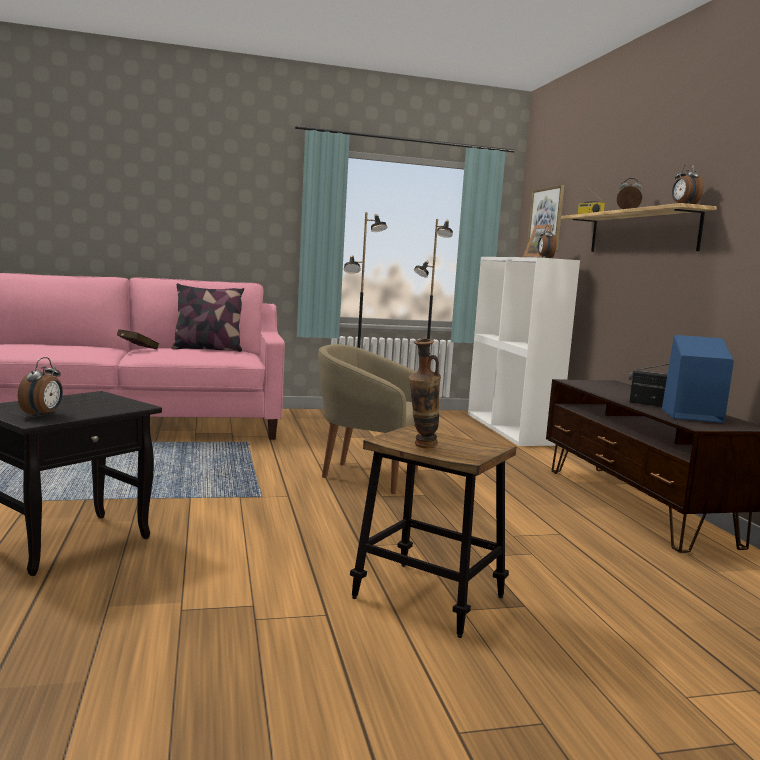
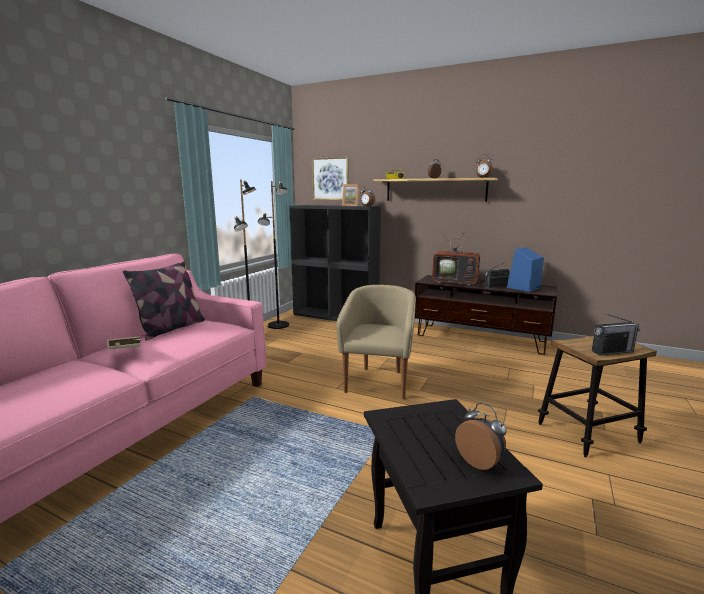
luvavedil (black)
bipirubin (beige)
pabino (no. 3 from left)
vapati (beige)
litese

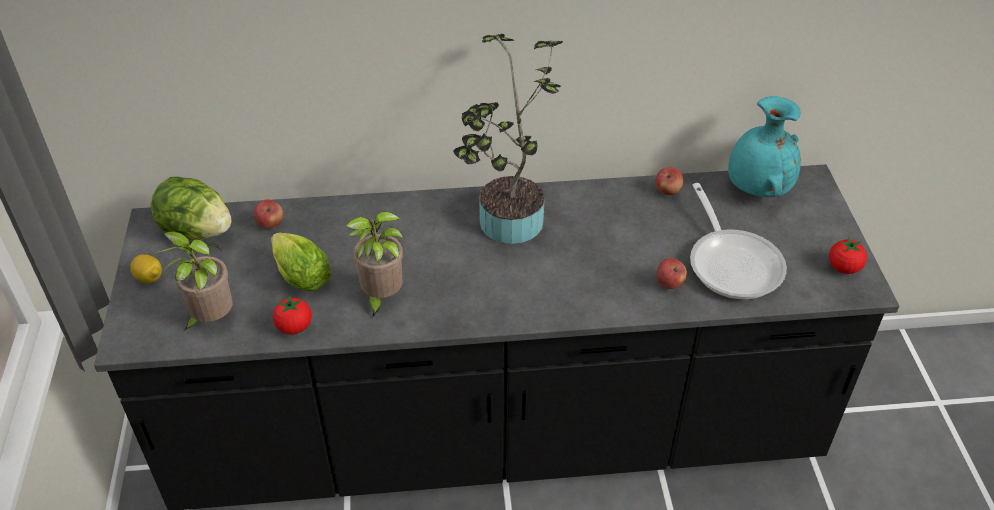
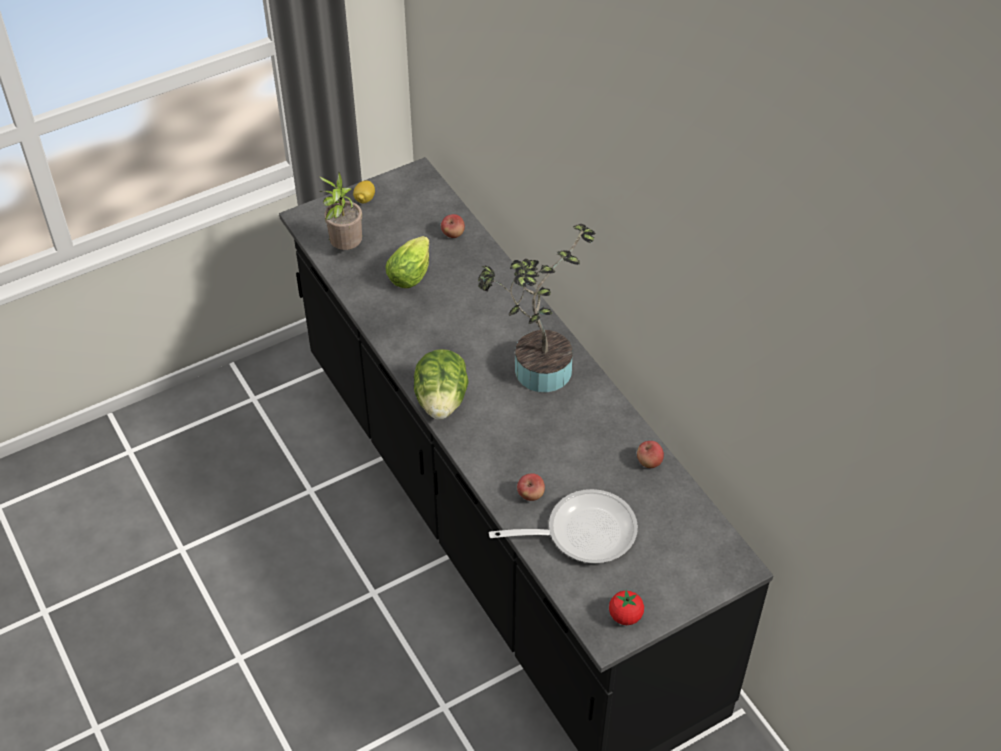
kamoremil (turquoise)
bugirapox (no. 2 from left)
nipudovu
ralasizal (no. 2 from left in the first image)
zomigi (no. 1 from left in the first image)

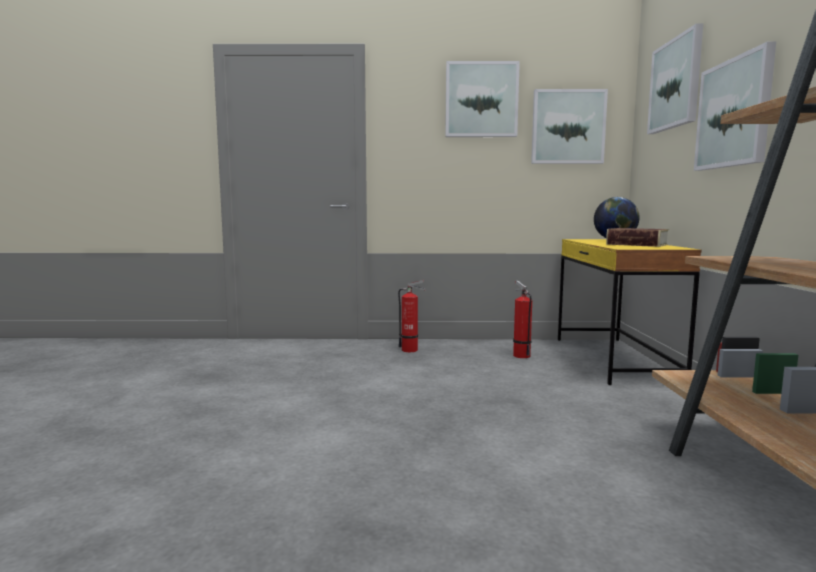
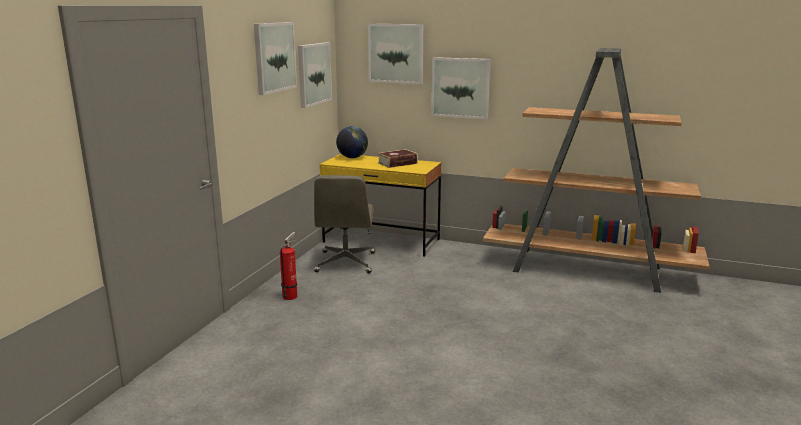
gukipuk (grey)

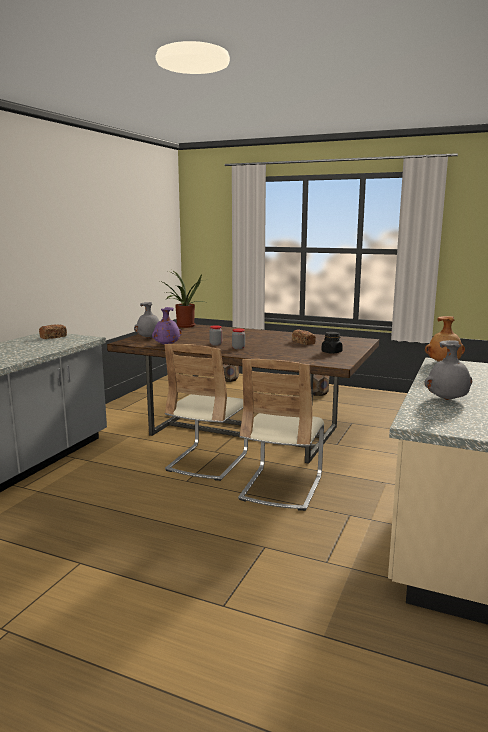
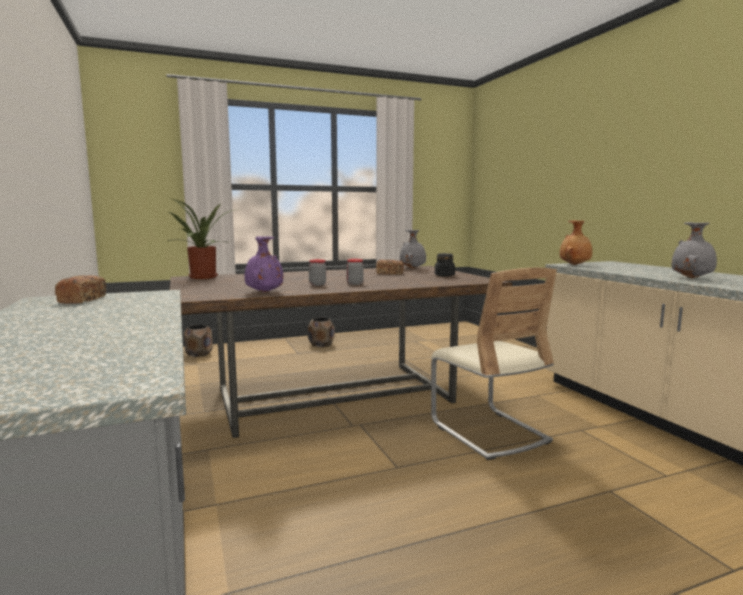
kamoremil (grey) (no. 1 from left)
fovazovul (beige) (no. 1 from left in the first image)

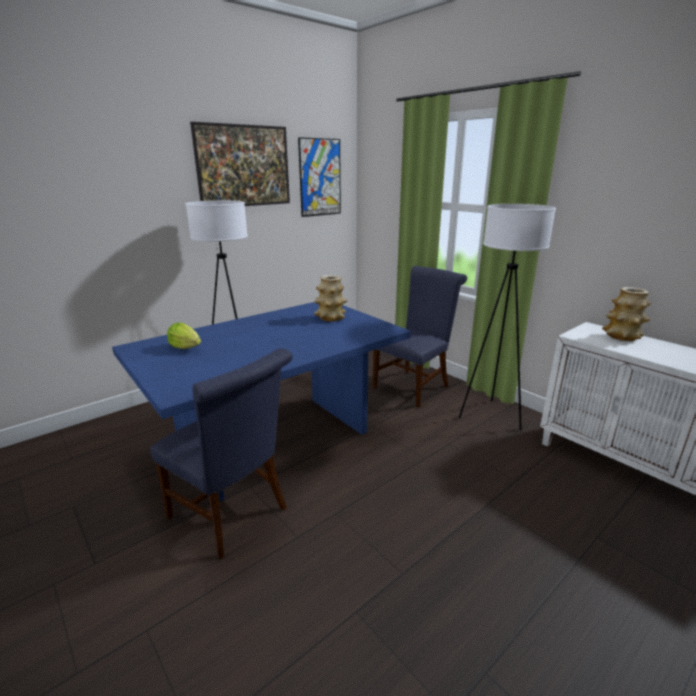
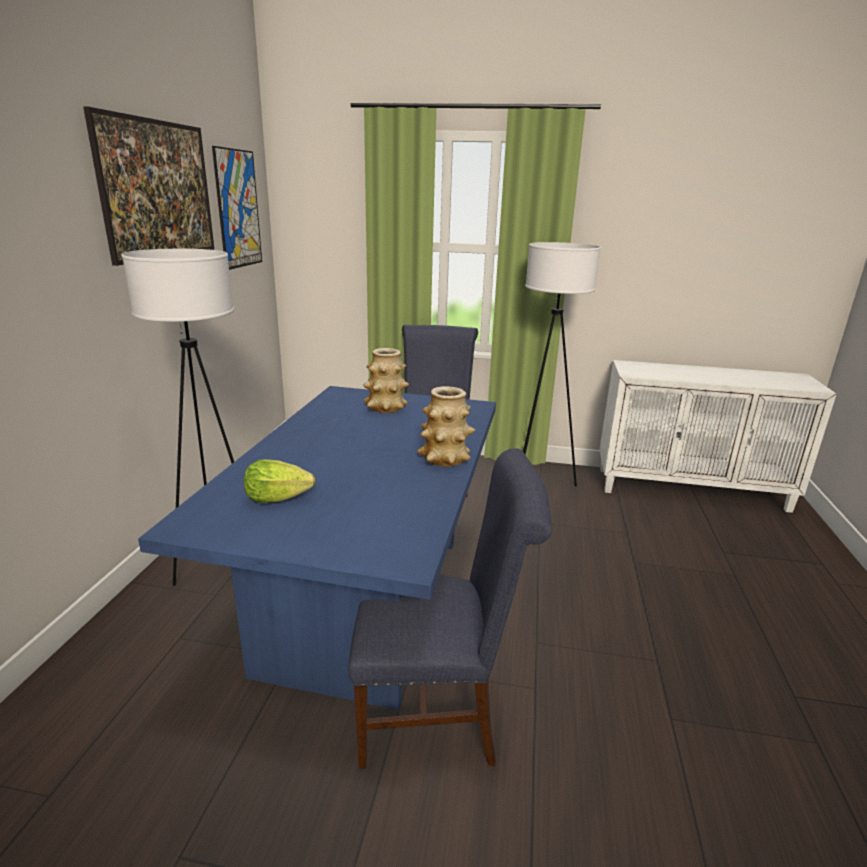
kamoremil (no. 2 from left)

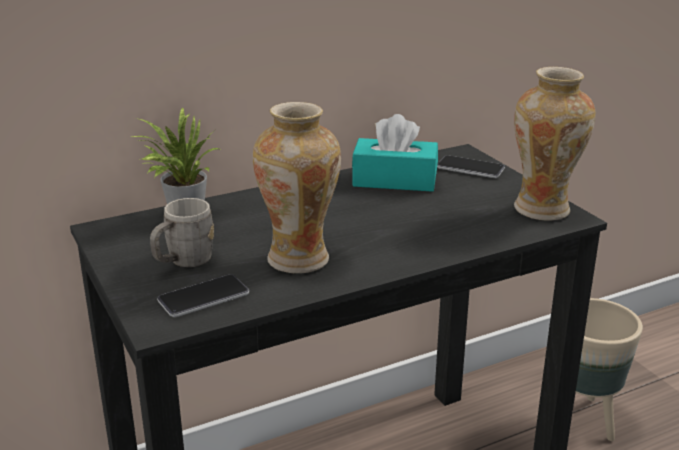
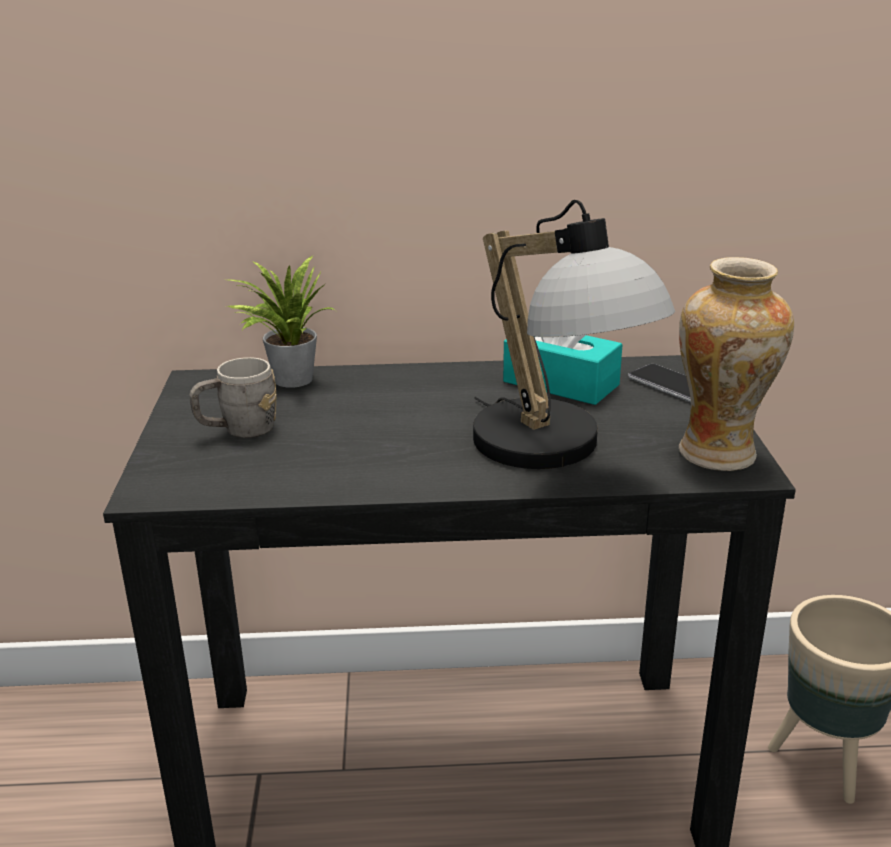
kamoremil (no. 1 from left in the first image)
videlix (no. 1 from left in the first image)
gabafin

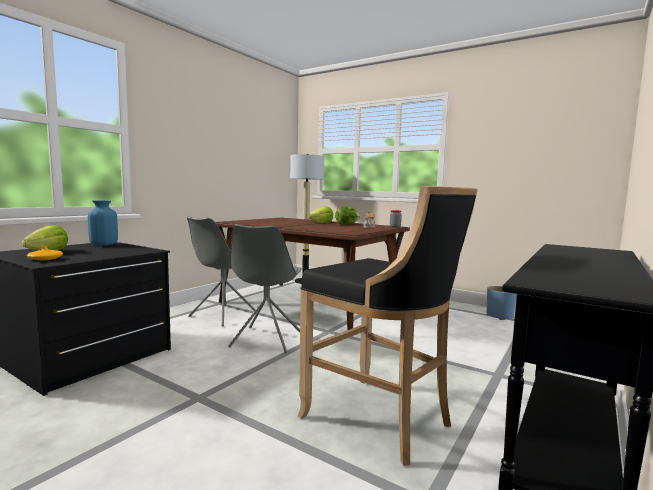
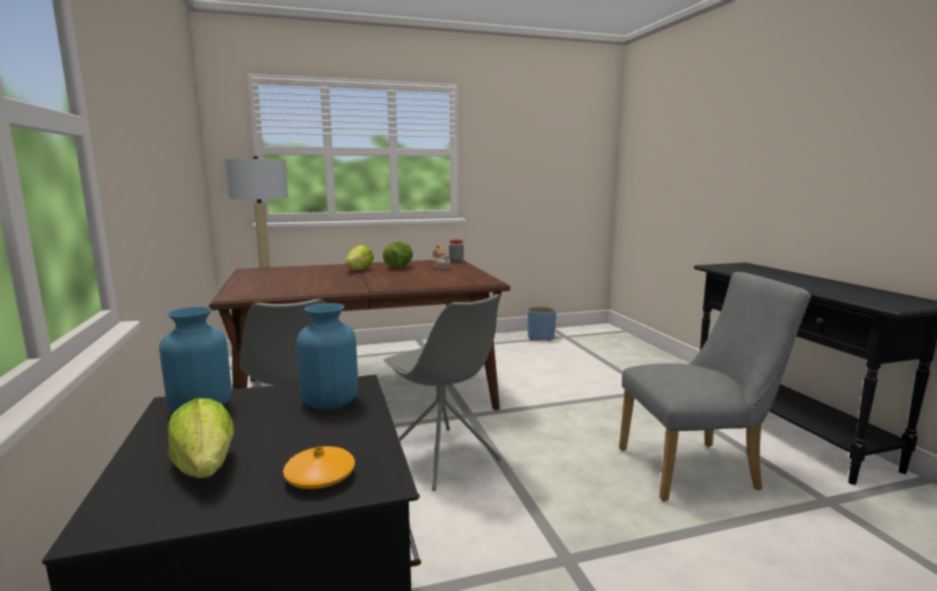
fovazovul (grey) (no. 3 from left)
kamoremil (blue) (no. 2 from left)

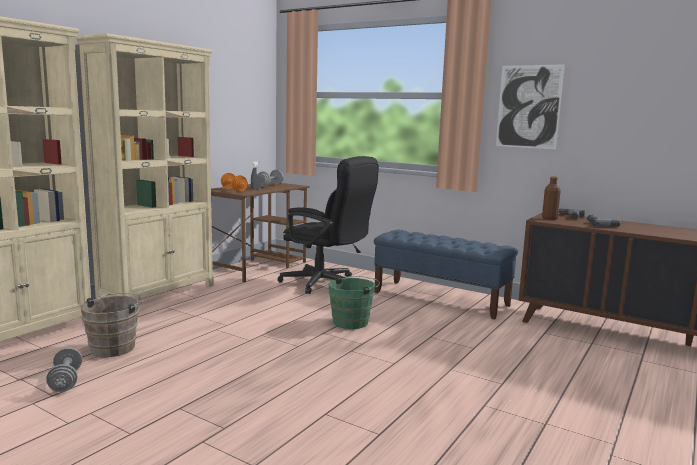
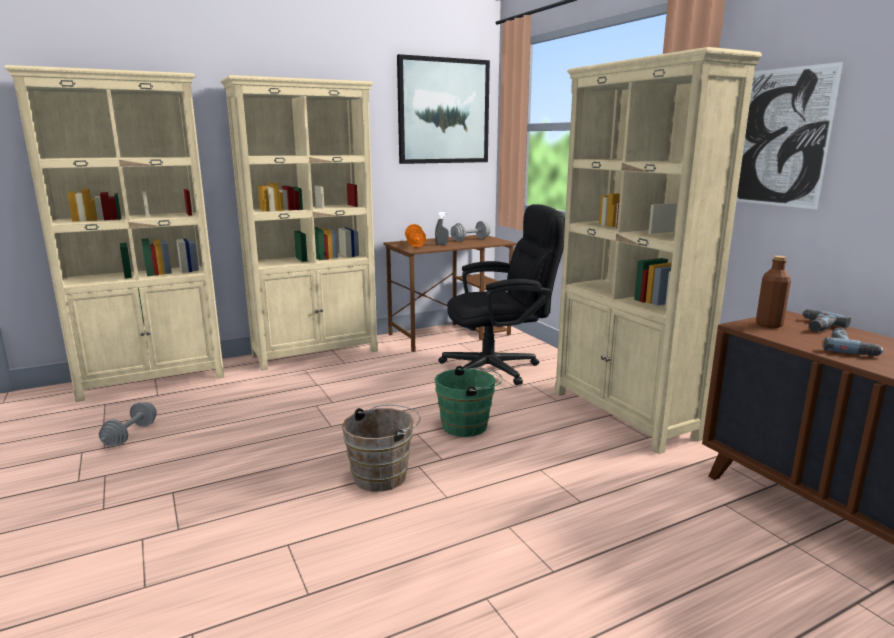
gukipuk (black)
luvavedil (beige) (no. 3 from left)
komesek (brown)
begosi (no. 1 from left)

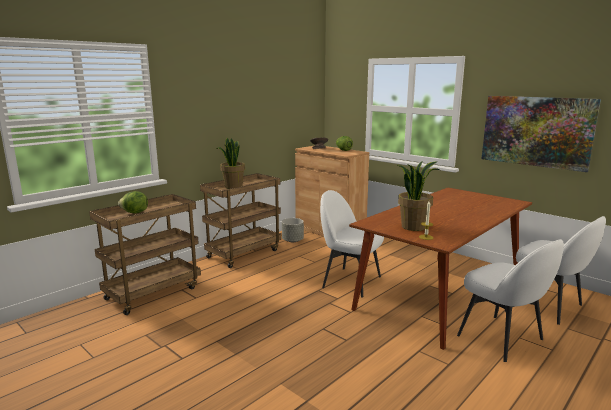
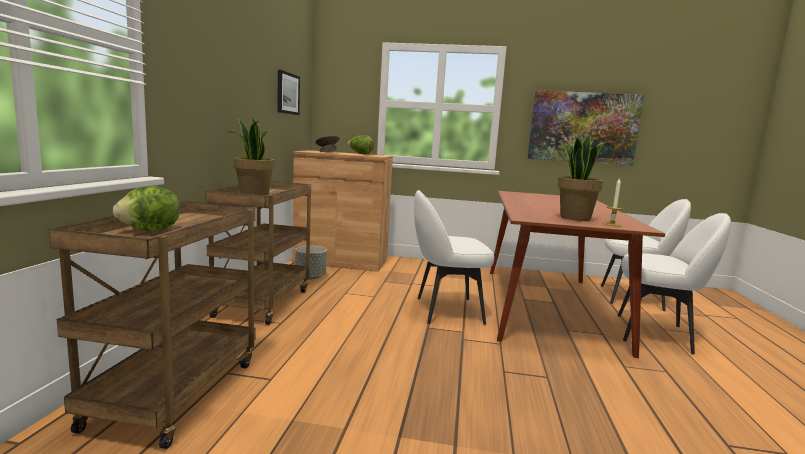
begosi (no. 1 from left)

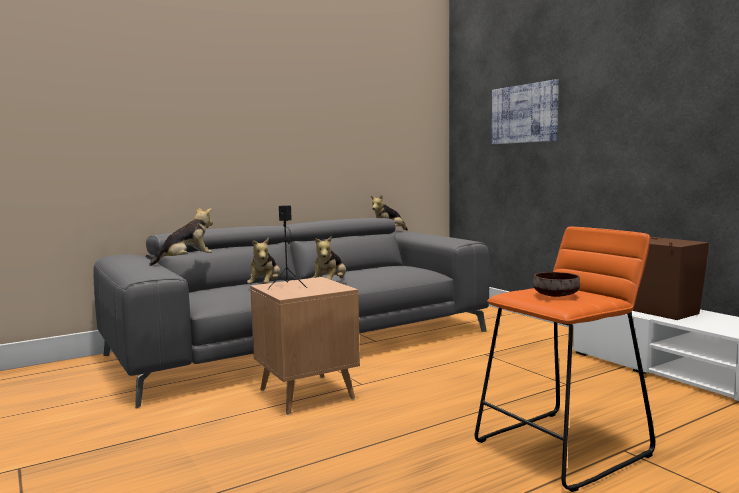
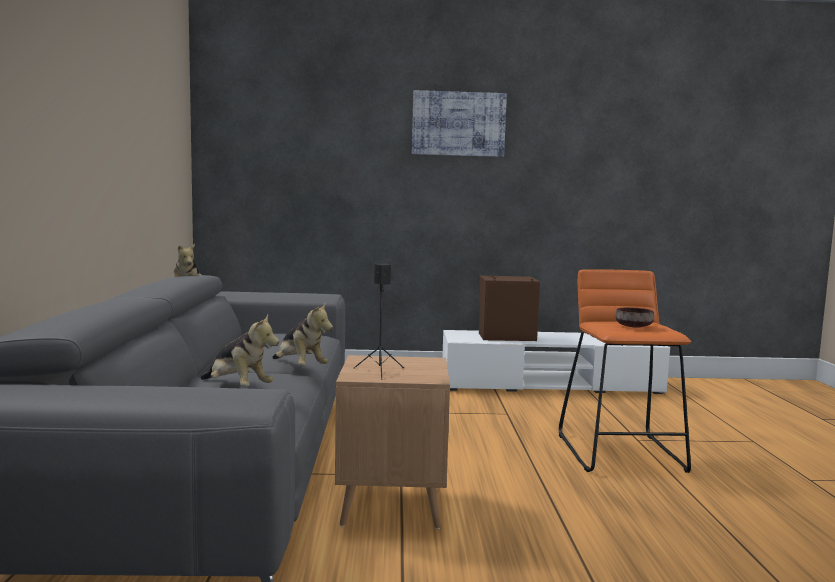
begosi
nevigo (no. 1 from left in the first image)

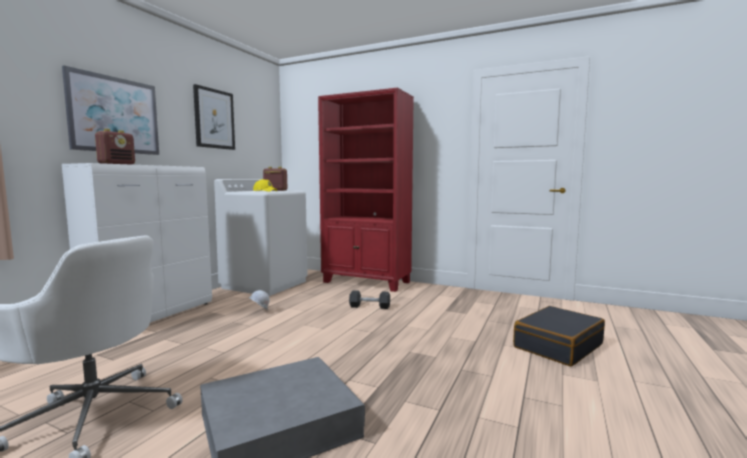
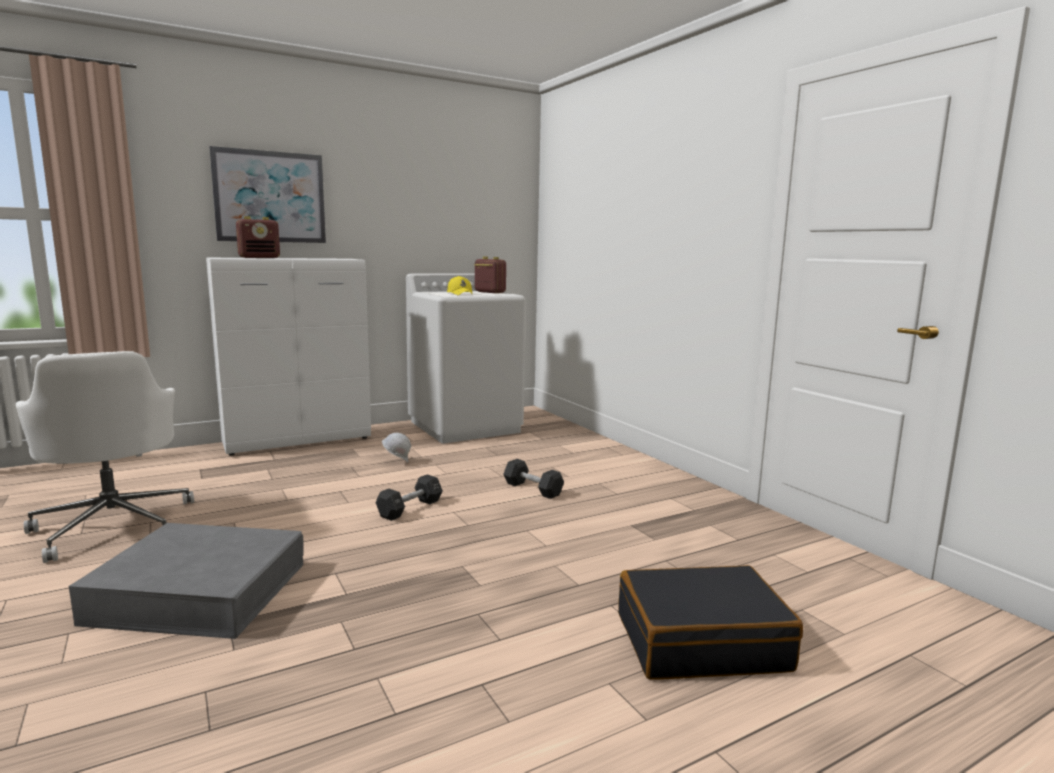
begosi (no. 2 from left in the first image)
luvavedil (red)
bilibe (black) (no. 1 from left)

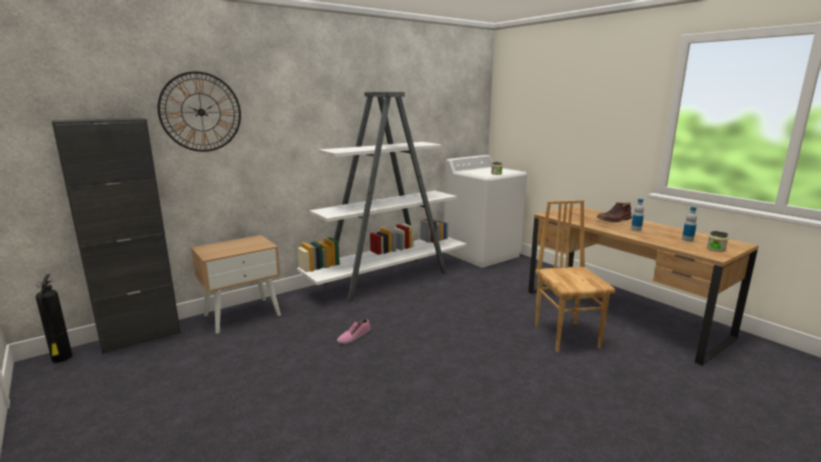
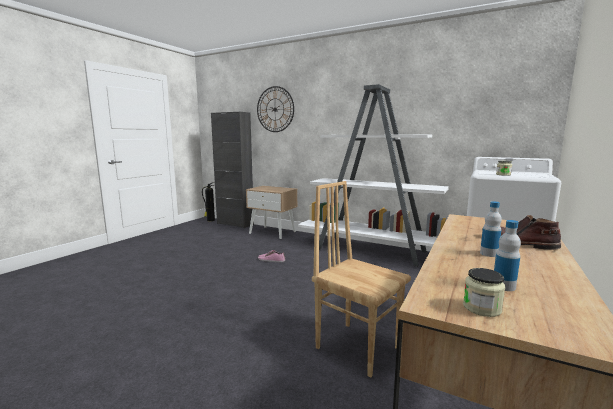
fovazovul (brown)

